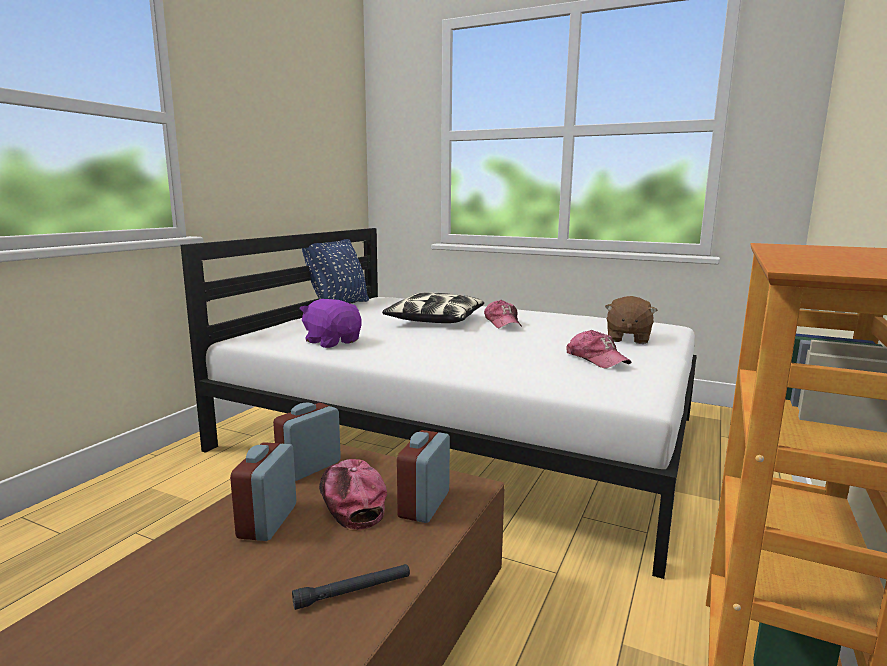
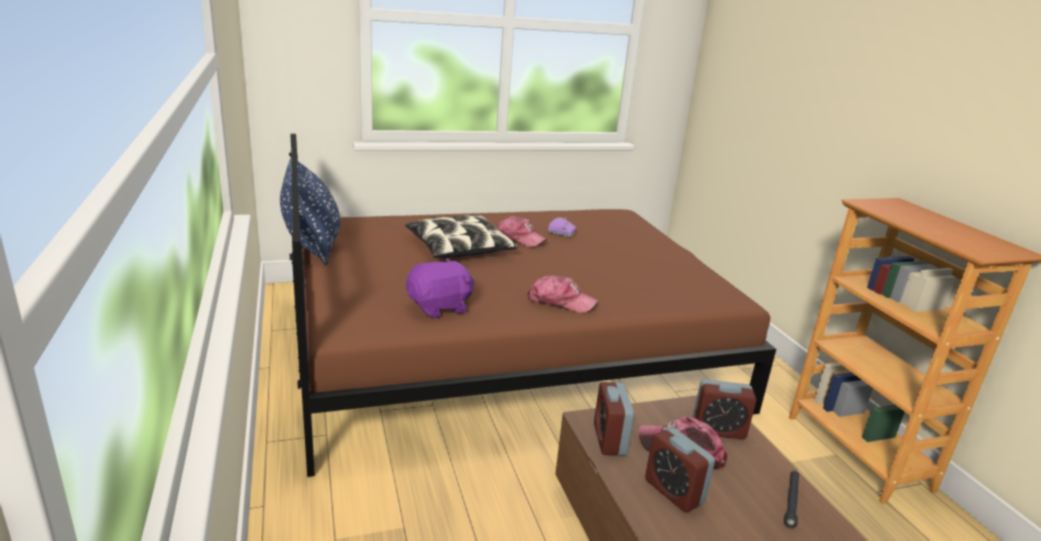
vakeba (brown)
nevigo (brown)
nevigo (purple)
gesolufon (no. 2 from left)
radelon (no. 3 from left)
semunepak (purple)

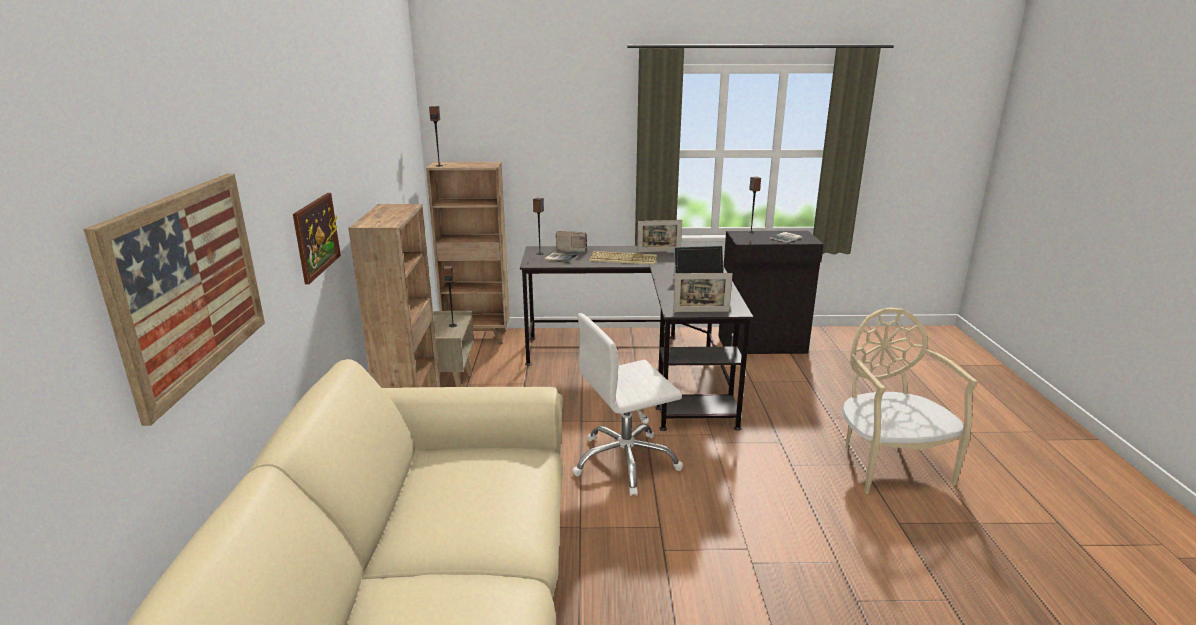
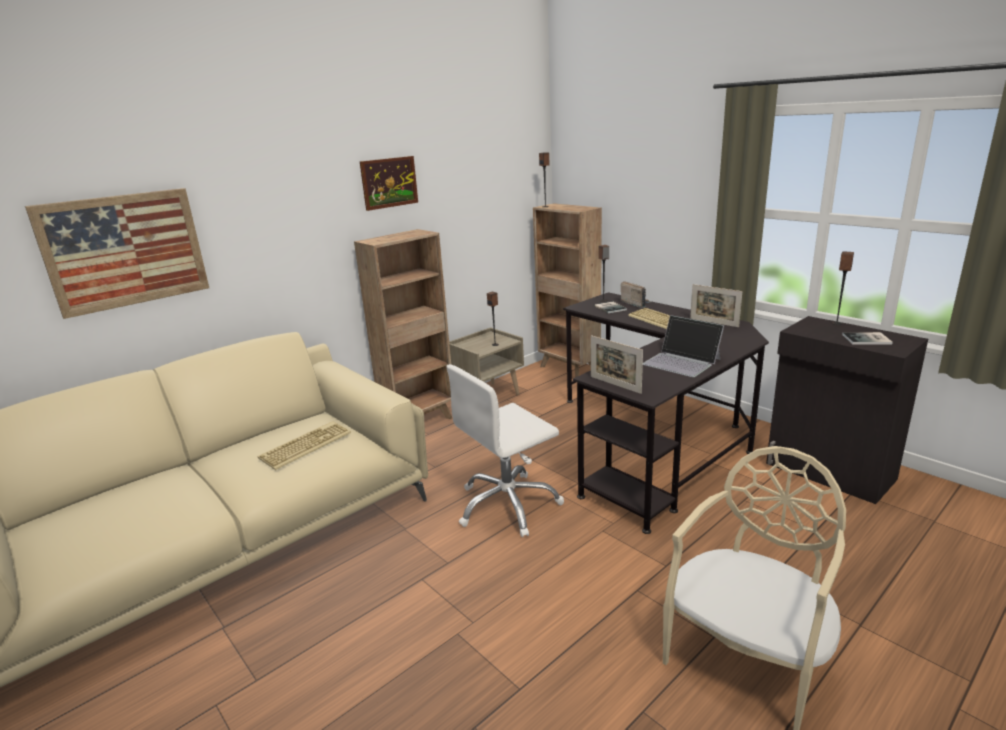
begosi (no. 2 from left)
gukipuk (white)
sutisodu (no. 1 from left)

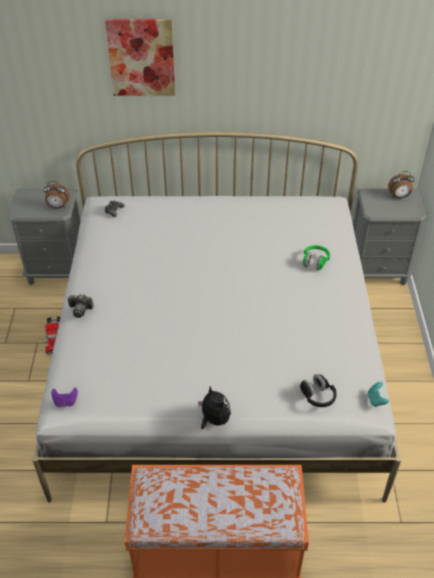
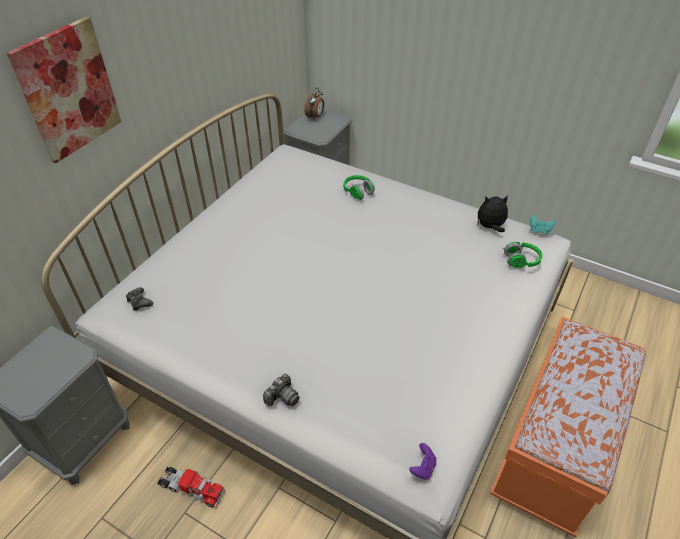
radelon (no. 1 from left in the first image)
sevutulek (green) (no. 2 from left)
nevigo

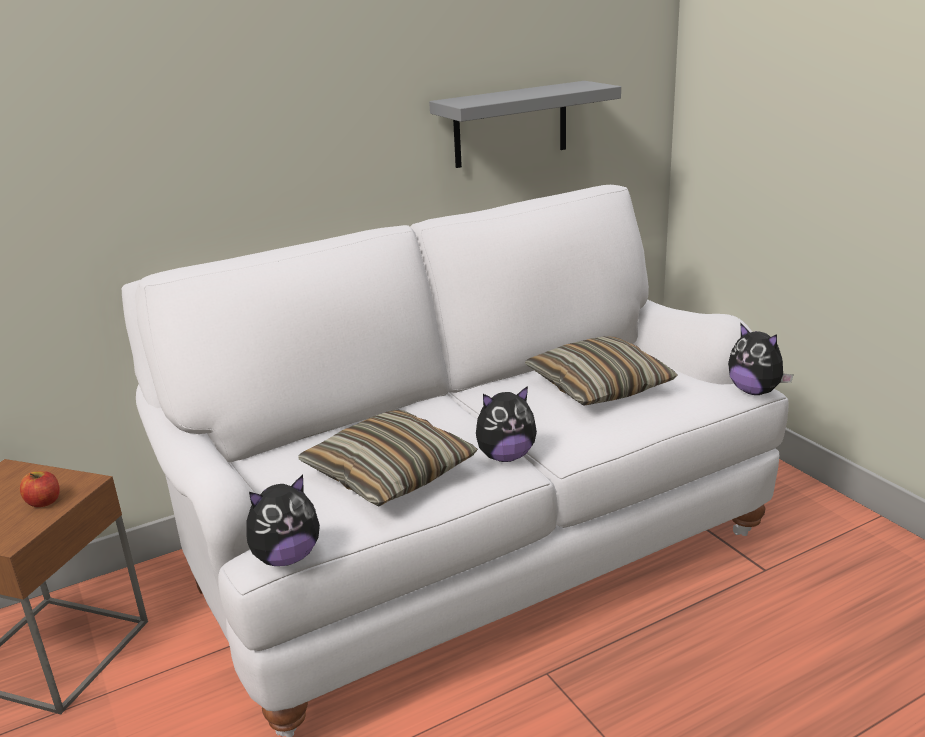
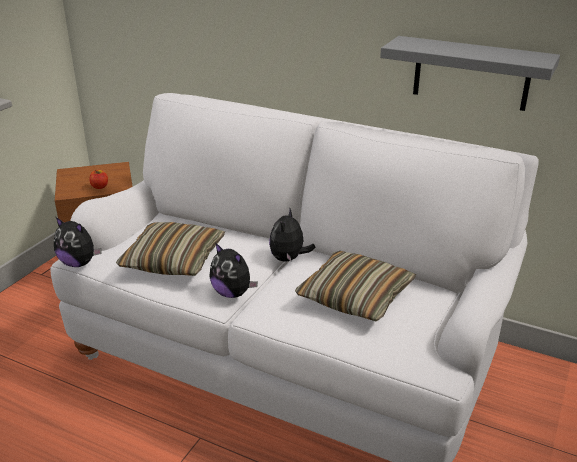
nevigo (no. 3 from left)

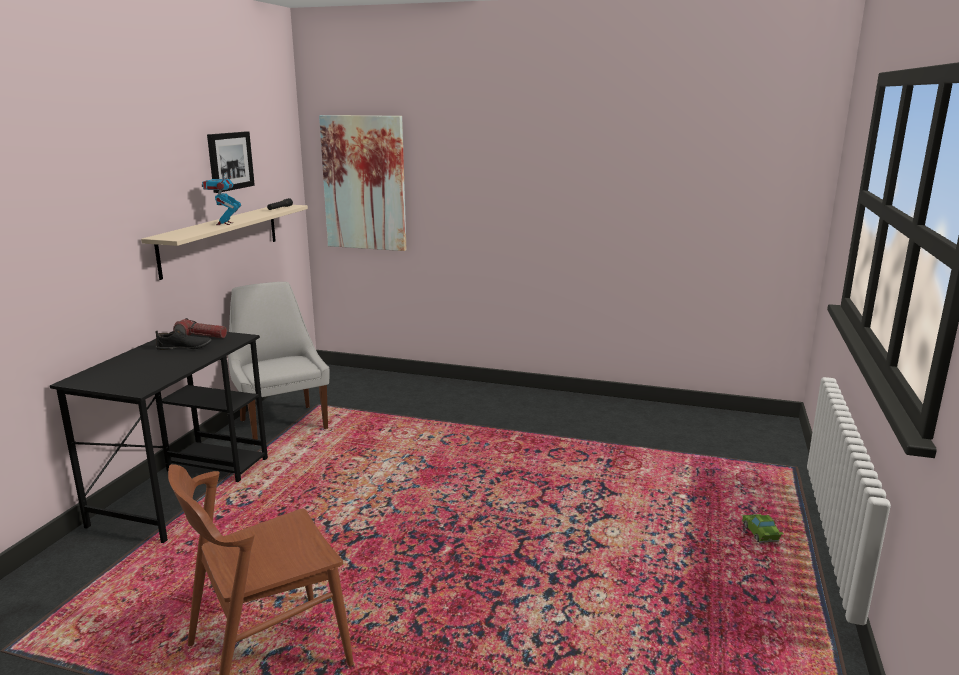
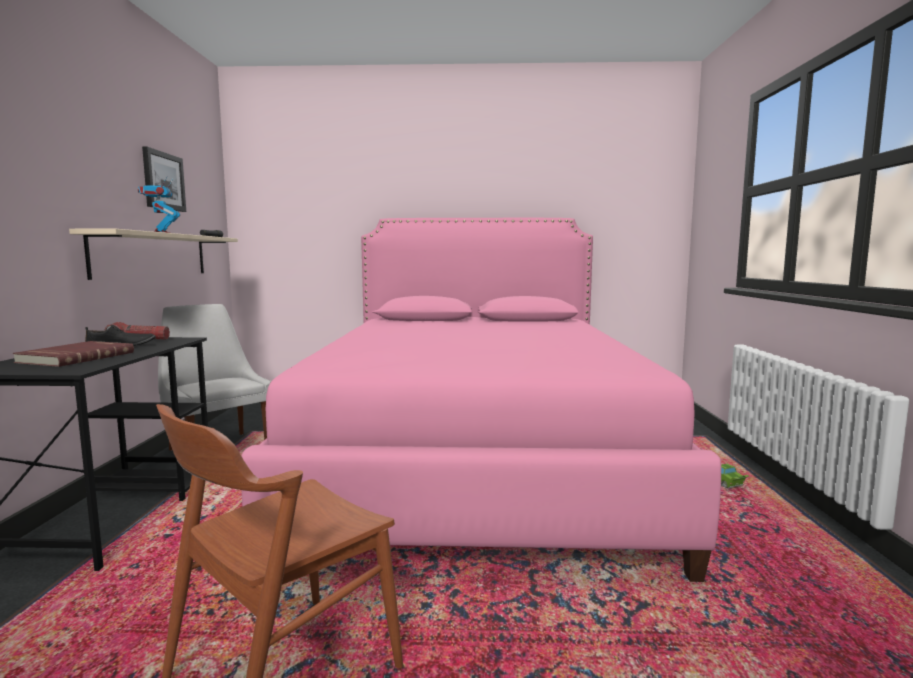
begosi (no. 2 from left in the first image)
vakeba (pink)
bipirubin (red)

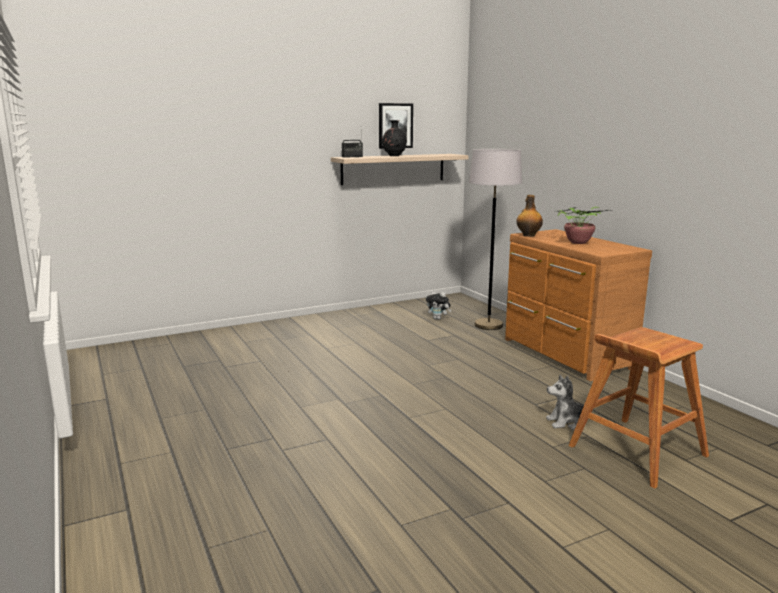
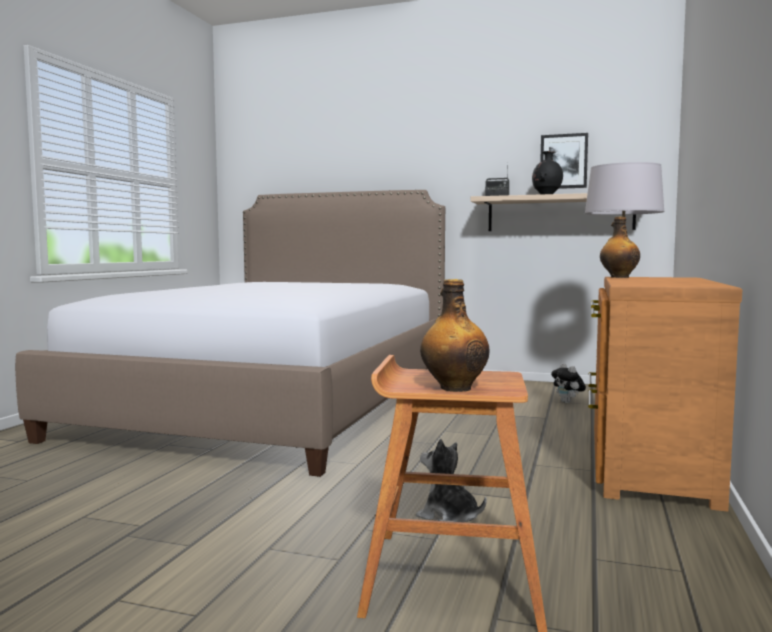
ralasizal
vakeba
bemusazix (no. 1 from left)

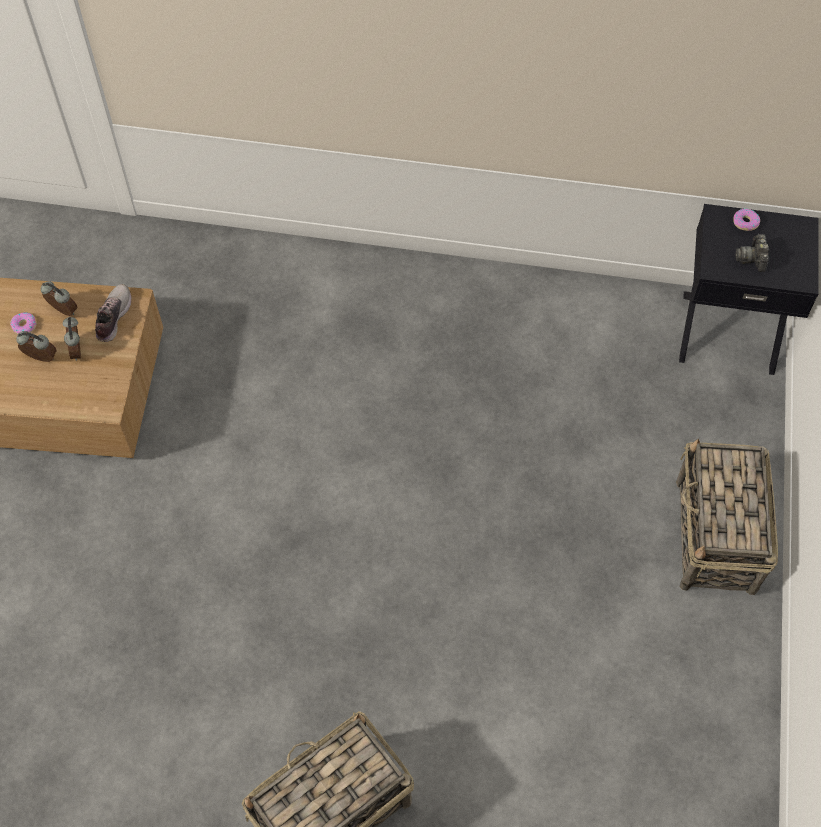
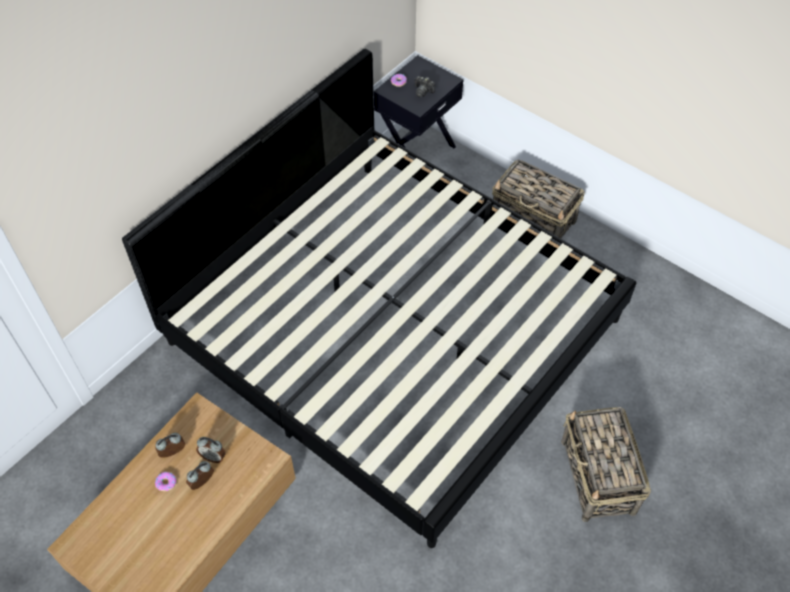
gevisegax
vakeba

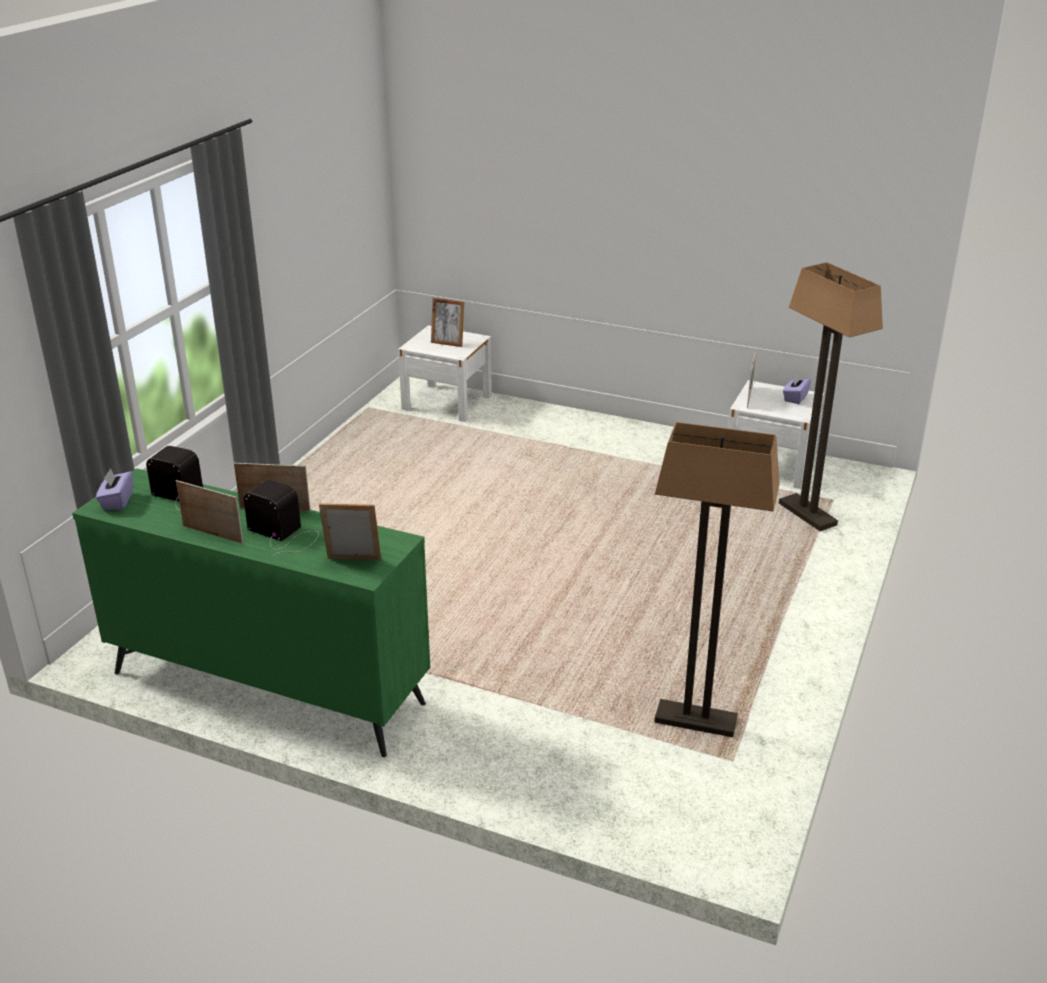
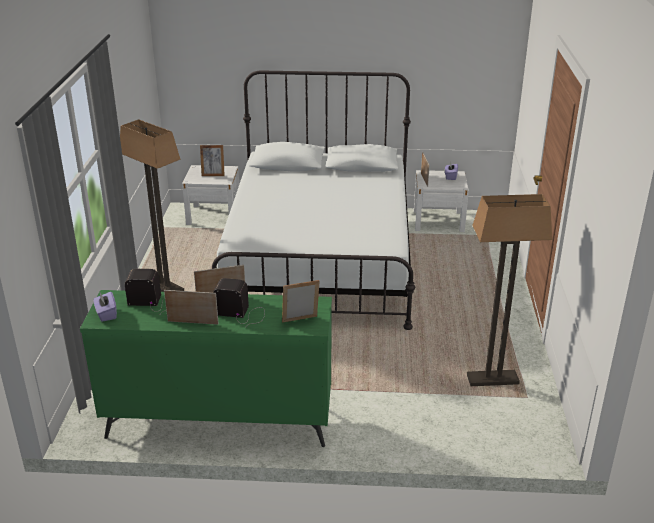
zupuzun (no. 1 from left)
vakeba (white)

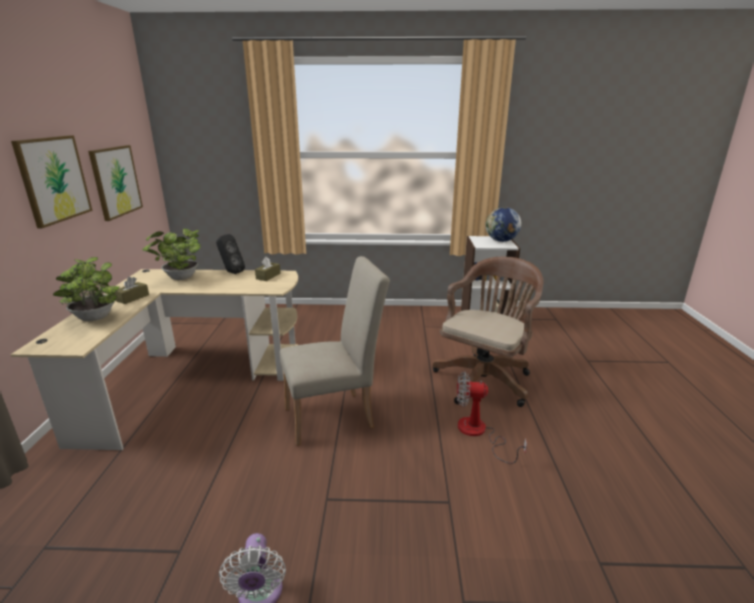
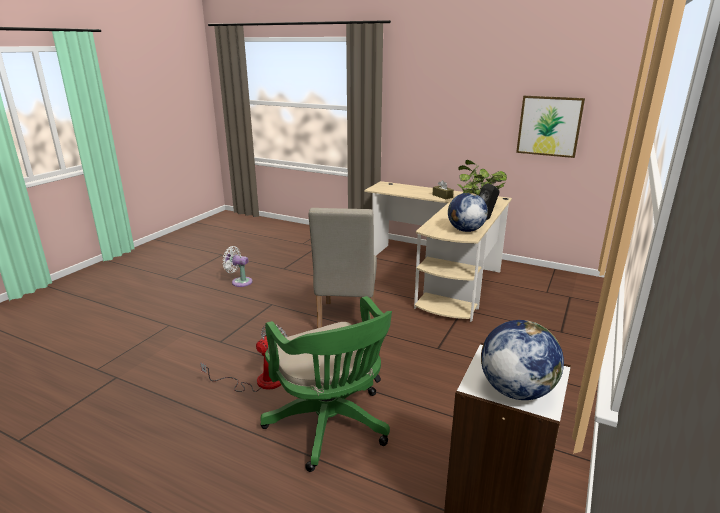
begosi (no. 1 from left in the first image)
ralasizal (no. 1 from left in the first image)
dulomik (no. 1 from left)
gukipuk (green)

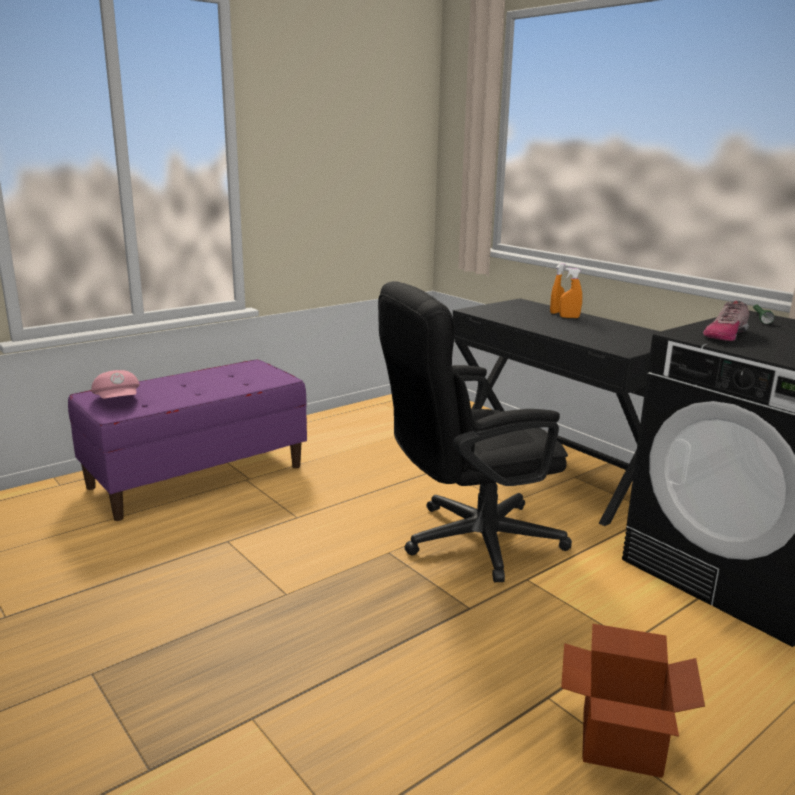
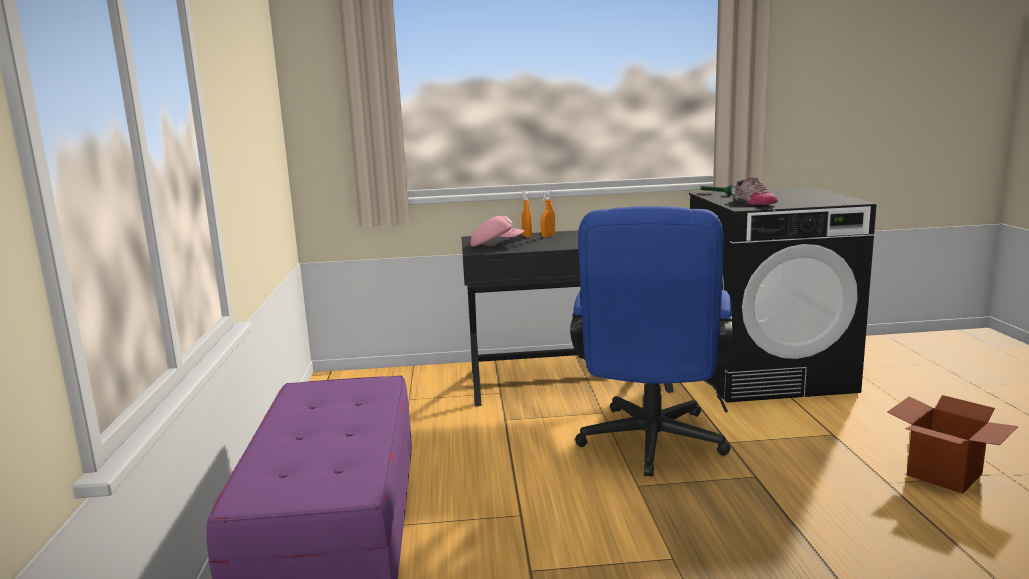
gukipuk (blue)
gesolufon (pink)

